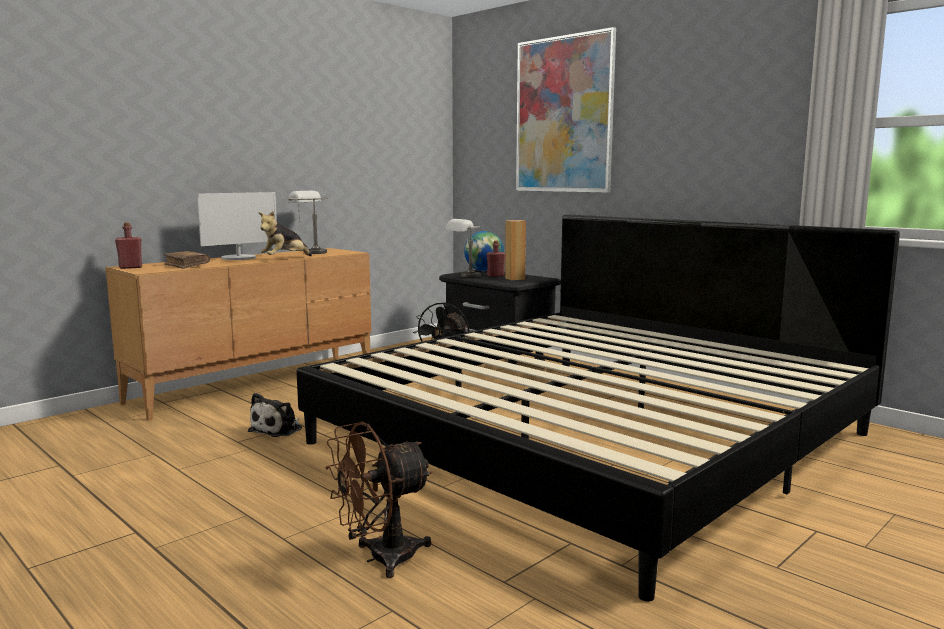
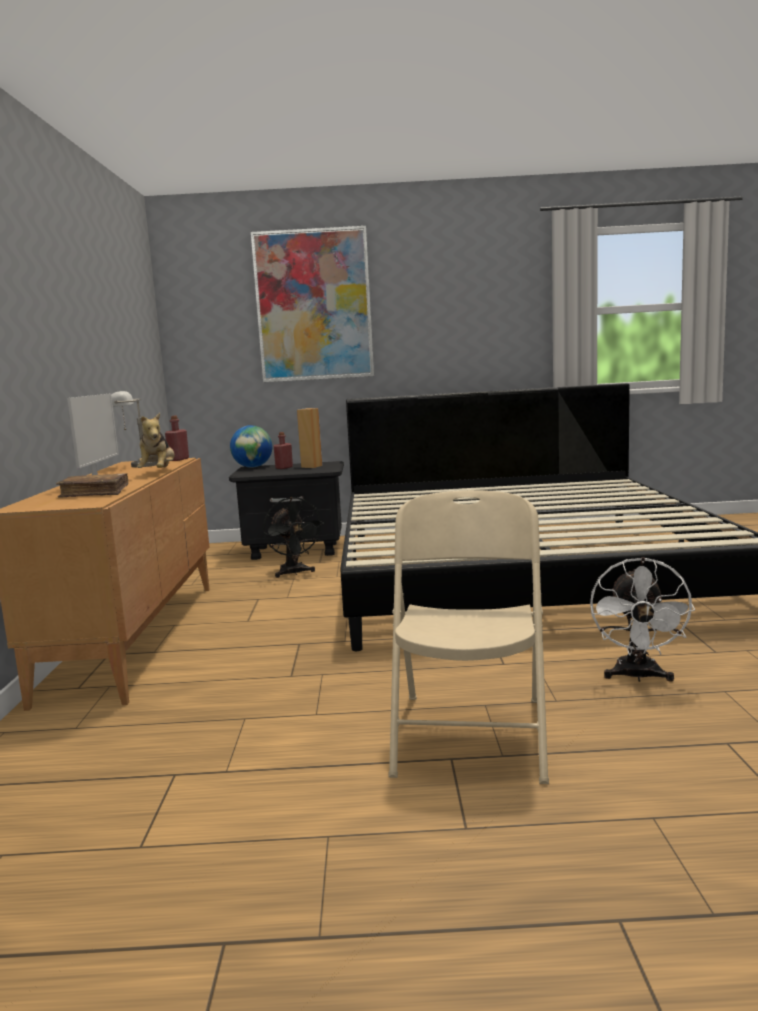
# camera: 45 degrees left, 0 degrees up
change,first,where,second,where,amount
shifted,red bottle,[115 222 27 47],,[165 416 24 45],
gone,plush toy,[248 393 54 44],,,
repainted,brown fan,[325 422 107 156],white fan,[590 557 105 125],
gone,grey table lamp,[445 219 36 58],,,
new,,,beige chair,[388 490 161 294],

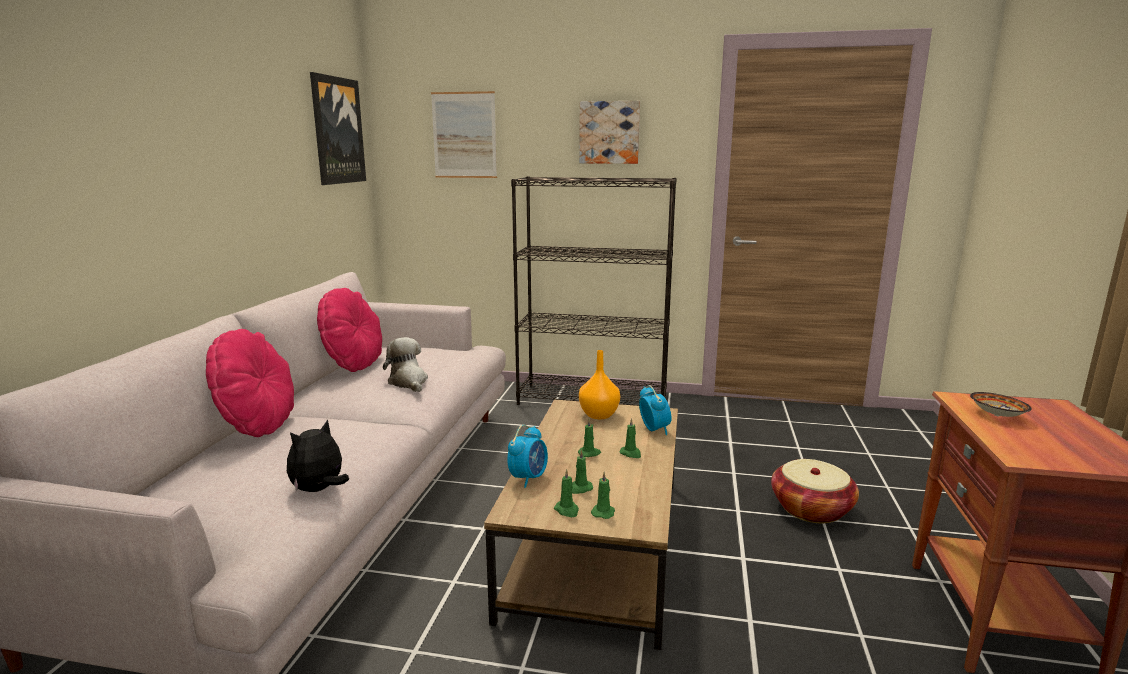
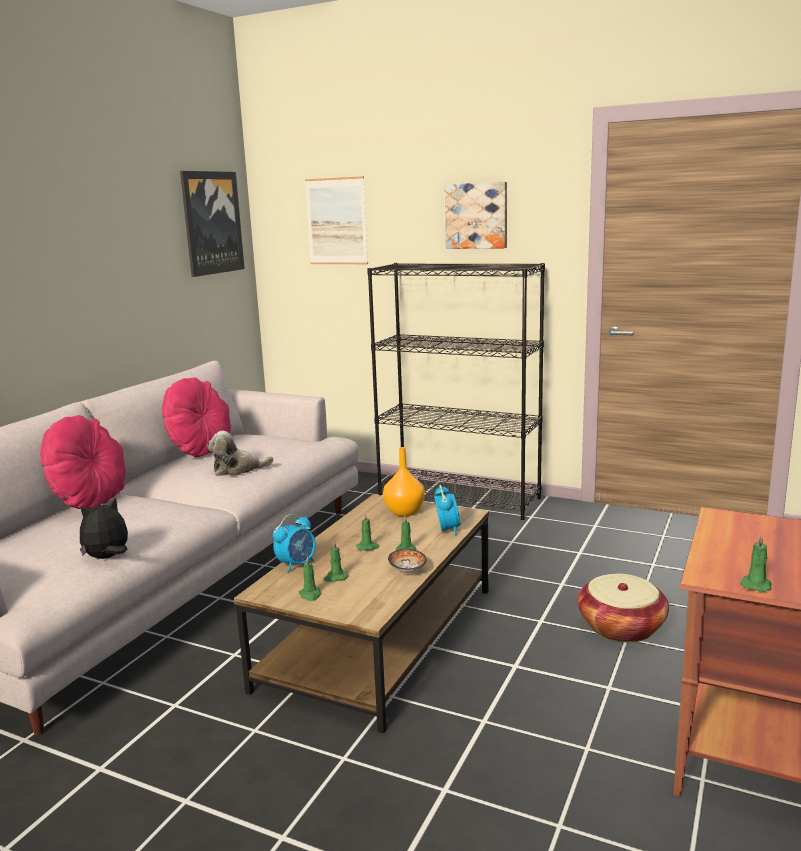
# camera: 15 degrees right, 0 degrees up
change,first,where,second,where,amount
rotated,plush toy,[383 337 45 55],,[207 431 66 45],90 degrees counterclockwise
shifted,green candle,[591 472 24 47],,[740 534 31 58],
shifted,bowl,[970 392 62 25],,[388 549 39 24],

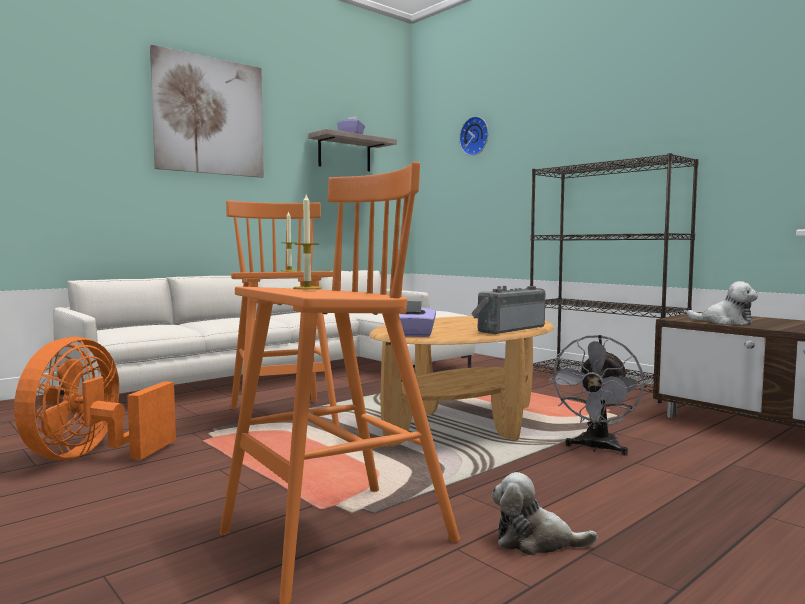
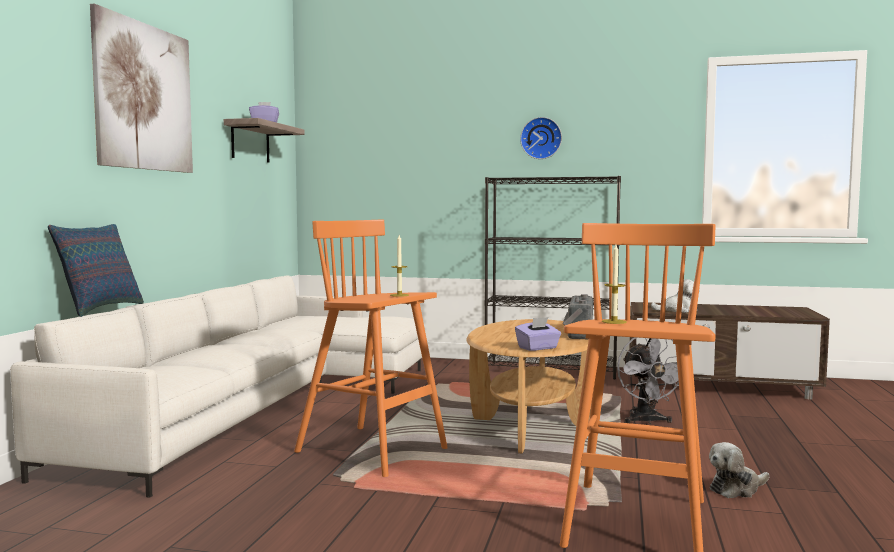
# camera: 35 degrees left, 0 degrees up
change,first,where,second,where,amount
gone,orange fan,[14 337 162 123],,,
shifted,wall clock,[459 116 29 40],,[520 117 42 42],
new,,,blue pillow,[48 224 96 93],

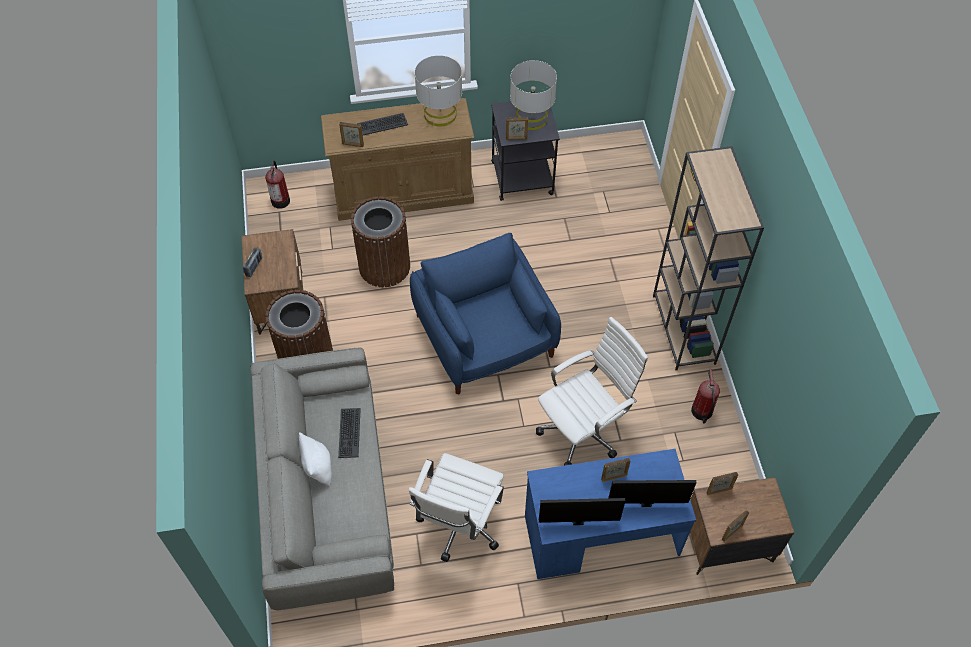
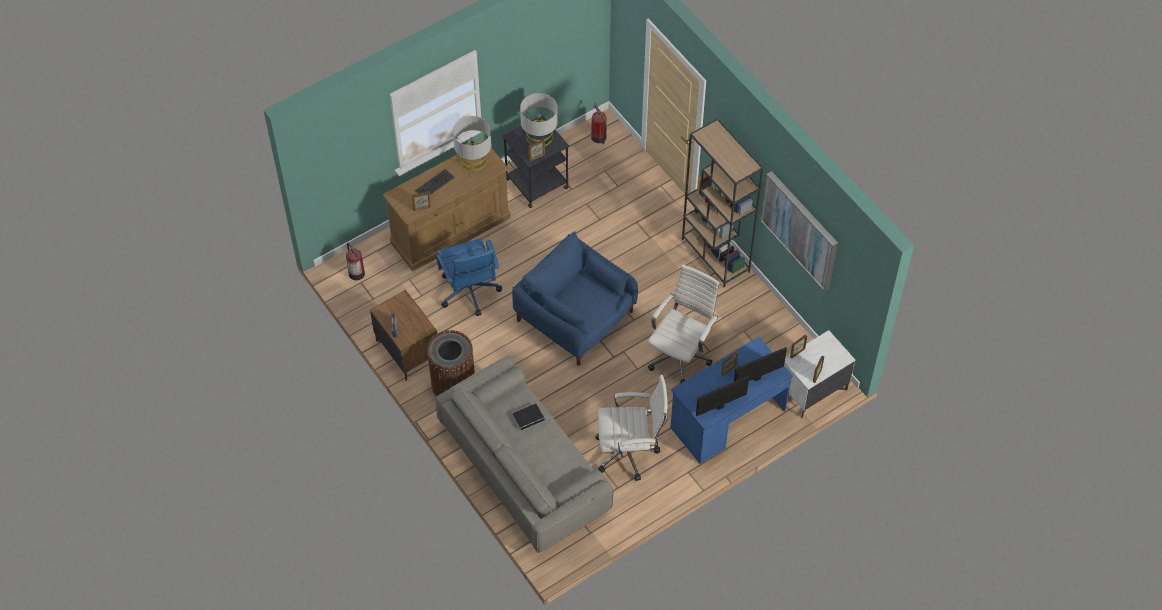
# camera: 25 degrees left, 0 degrees up
change,first,where,second,where,amount
gone,white pillow,[299 432 33 54],,,
swapped,keyboard,[338 408 23 50],book,[512 403 36 27],
swapped,brown trash can,[351 196 59 91],blue office chair,[436 238 66 78],
rotated,white office chair,[409 453 95 109],,[595 375 73 106],90 degrees counterclockwise
repainted,brown nightstand,[690 477 105 98],white nightstand,[784 330 71 88],
shifted,fire extinguisher,[691 369 29 54],,[591 103 16 41],
new,,,picture,[760 171 78 121],

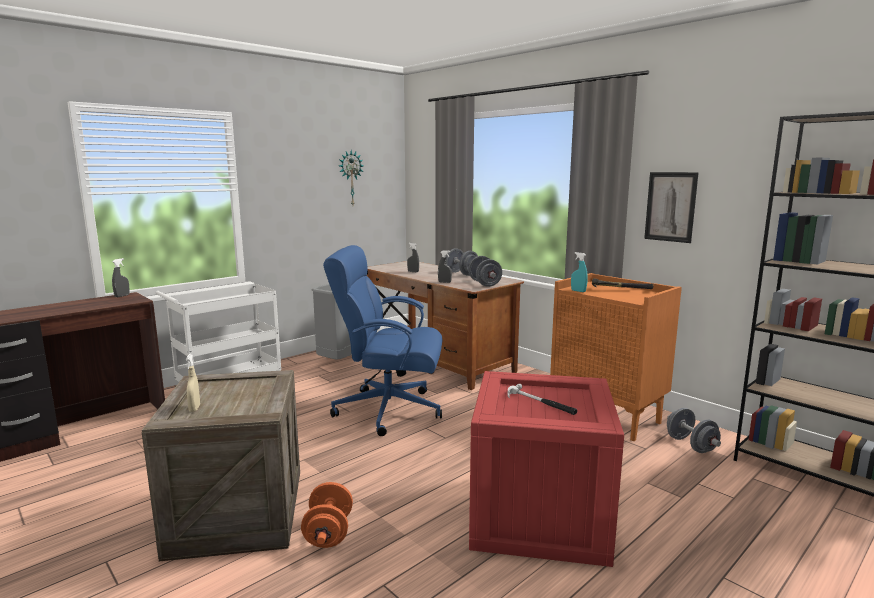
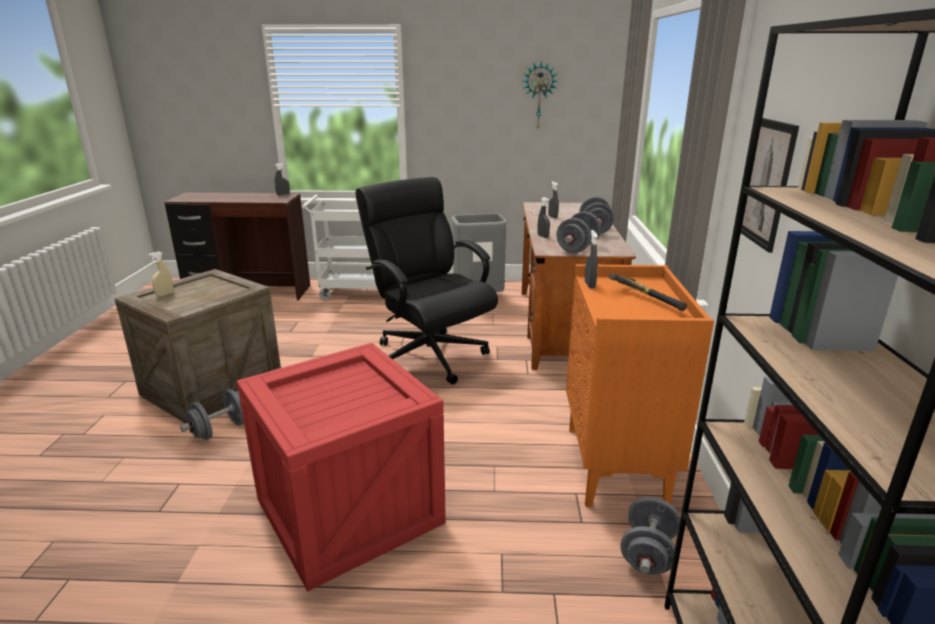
# camera: 45 degrees right, 10 degrees up
change,first,where,second,where,amount
repainted,orange dumbbell,[301 482 52 66],grey dumbbell,[180 389 64 51],
repainted,blue office chair,[323 245 119 191],black office chair,[355 177 143 207],
gone,hammer,[507 384 70 31],,,
repainted,turquoise spray bottle,[571 252 17 40],grey spray bottle,[585 230 13 58],

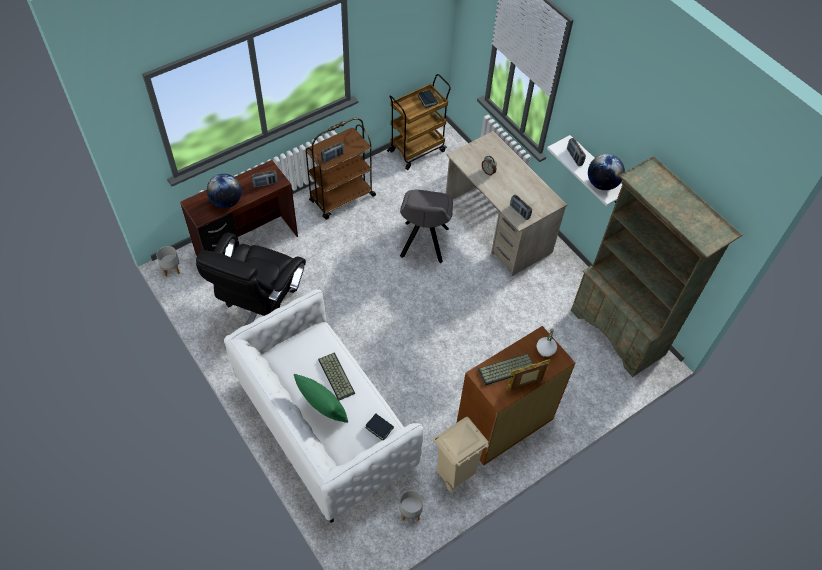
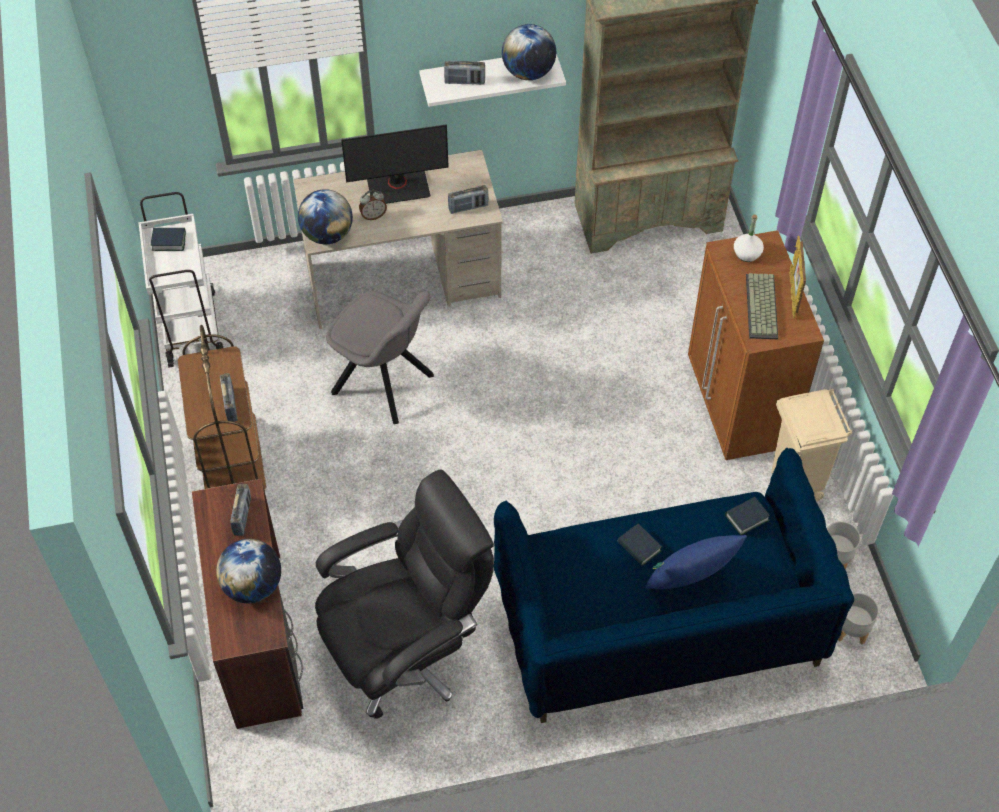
# camera: 65 degrees left, 0 degrees up
change,first,where,second,where,amount
shifted,grey planter,[156 246 24 30],,[838 593 41 52],
rotated,black office chair,[196 233 110 92],,[315 469 179 250],75 degrees counterclockwise
repainted,white sofa,[224 289 199 234],blue sofa,[494 448 360 275],
repainted,green pillow,[294 374 54 49],blue pillow,[645 535 102 54],
swapped,keyboard,[318 352 37 48],book,[618 524 44 42],
repainted,brown cart,[387 74 64 96],white cart,[138 192 85 175],
new,,,globe,[298 189 55 55],
new,,,monitor,[341 124 108 80],

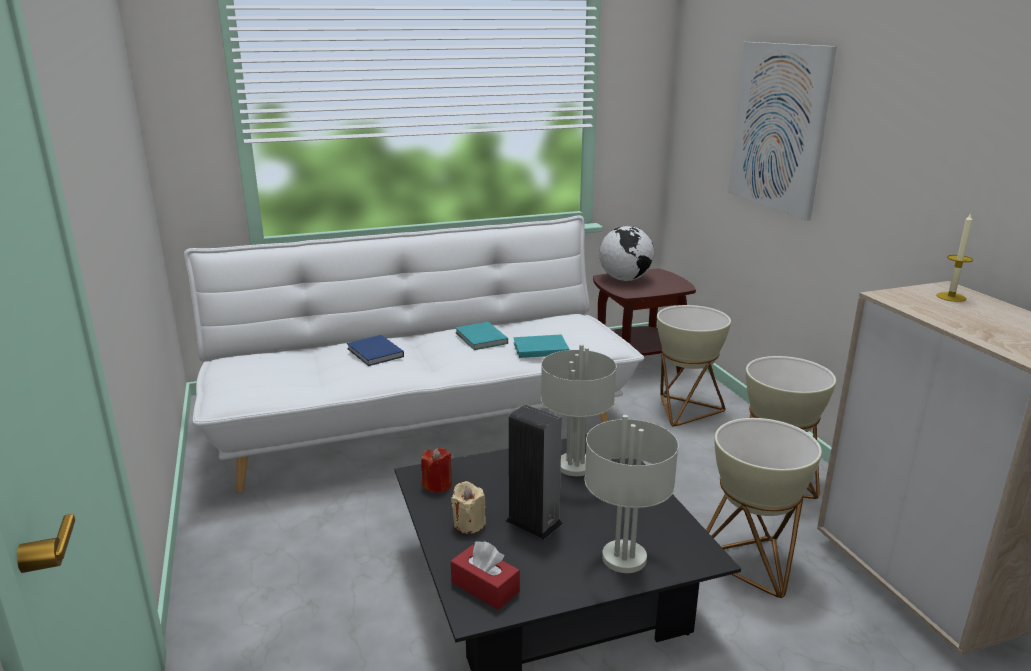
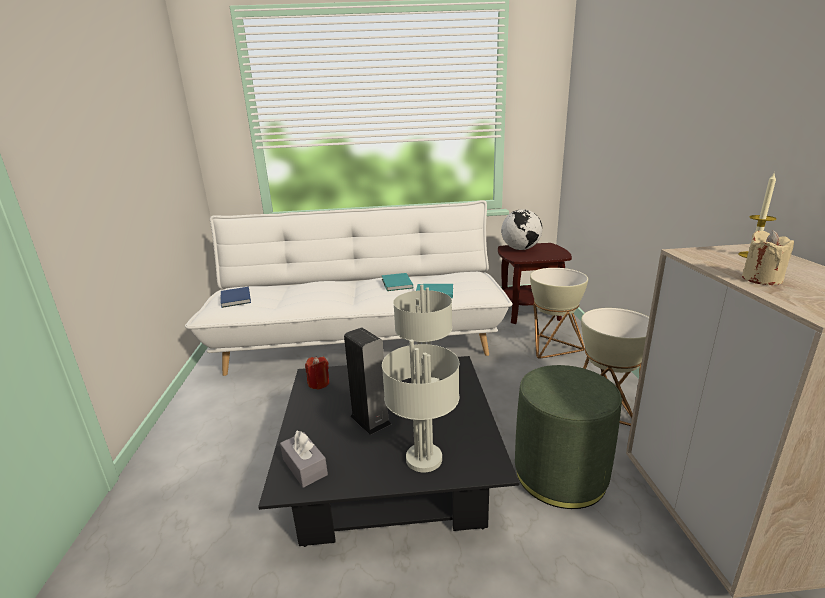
# camera: 15 degrees right, 0 degrees up
change,first,where,second,where,amount
shifted,blue book,[347 335 57 31],,[220 287 31 21],
shifted,beige candle,[451 481 35 53],,[742 230 52 55],
repainted,red tissue box,[451 541 69 69],grey tissue box,[280 430 48 58],
swapped,planter,[706 418 116 180],green ottoman,[515 365 107 144],
gone,picture,[728 42 109 179],,,

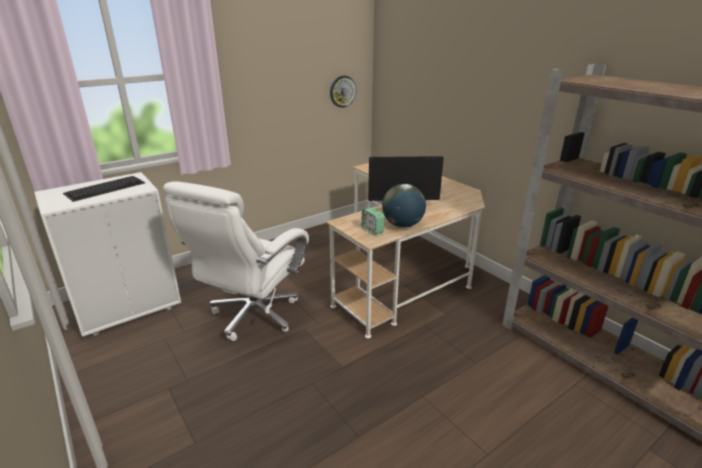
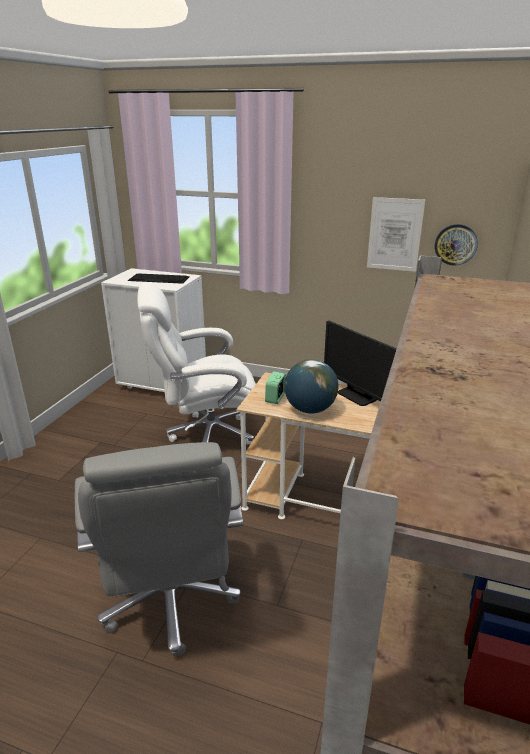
# camera: 55 degrees right, 0 degrees up
change,first,where,second,where,amount
new,,,grey office chair,[75 442 168 214],
new,,,picture,[367 197 58 75],

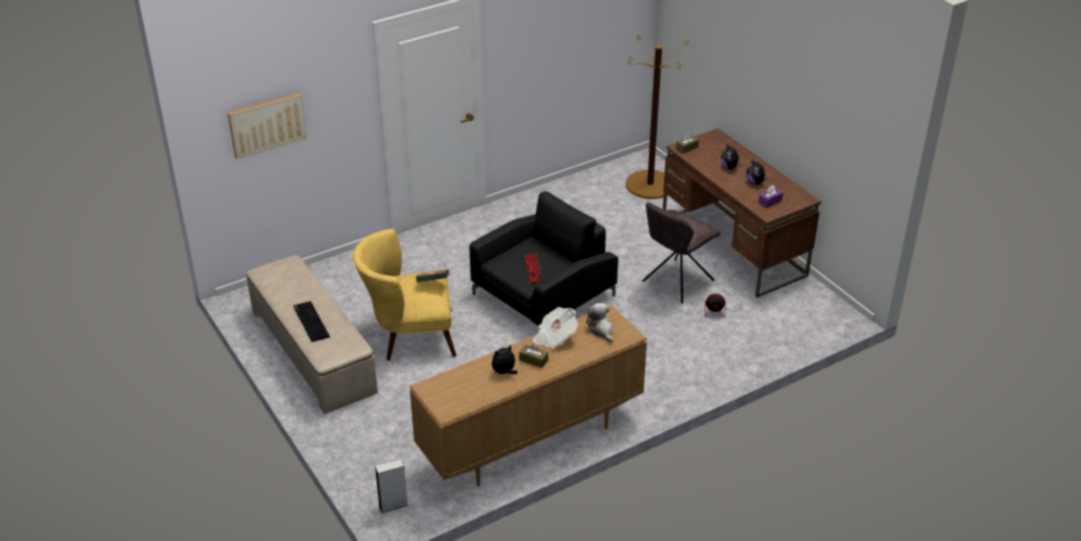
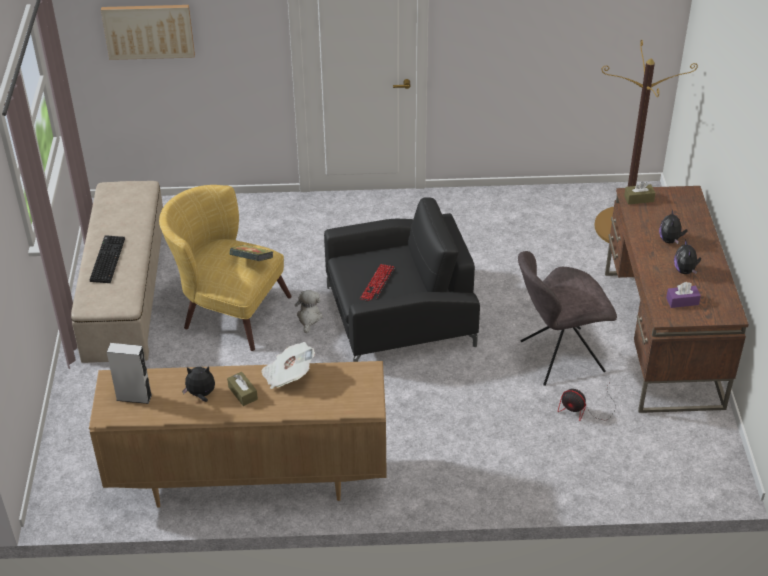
# camera: 30 degrees right, 5 degrees up
change,first,where,second,where,amount
shifted,grey speaker,[375 459 33 54],,[107 343 45 61],
shifted,plush toy,[586 303 27 39],,[295 290 28 43],

